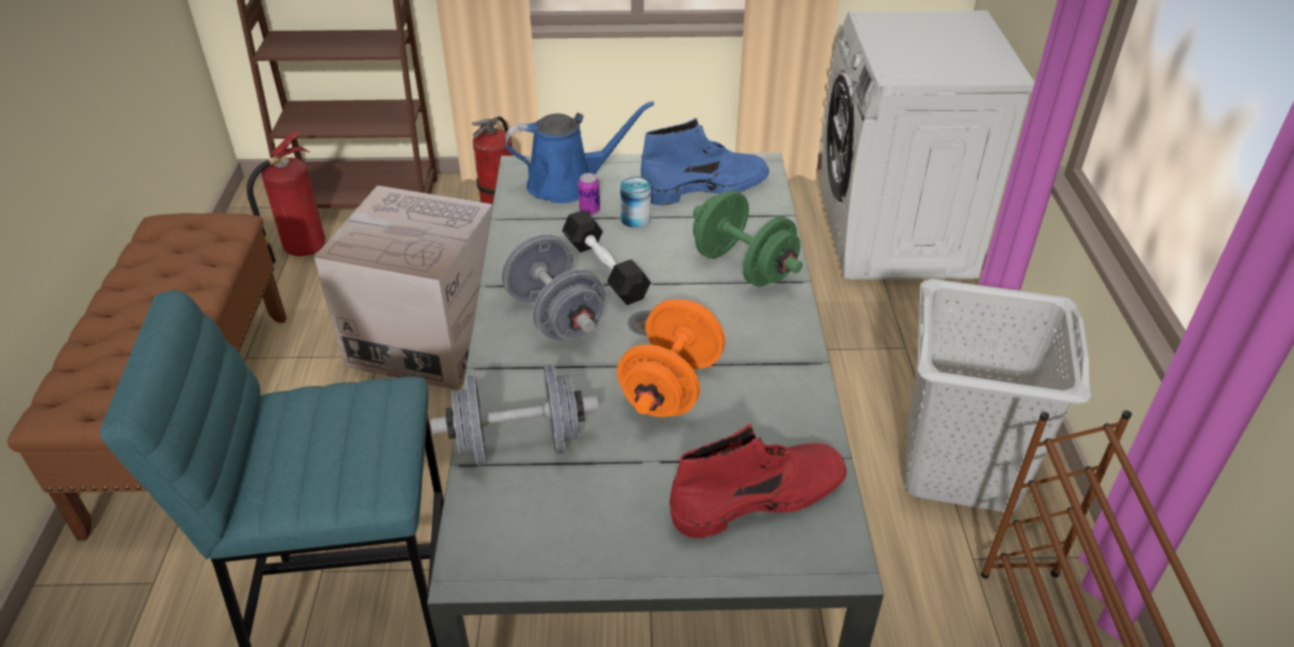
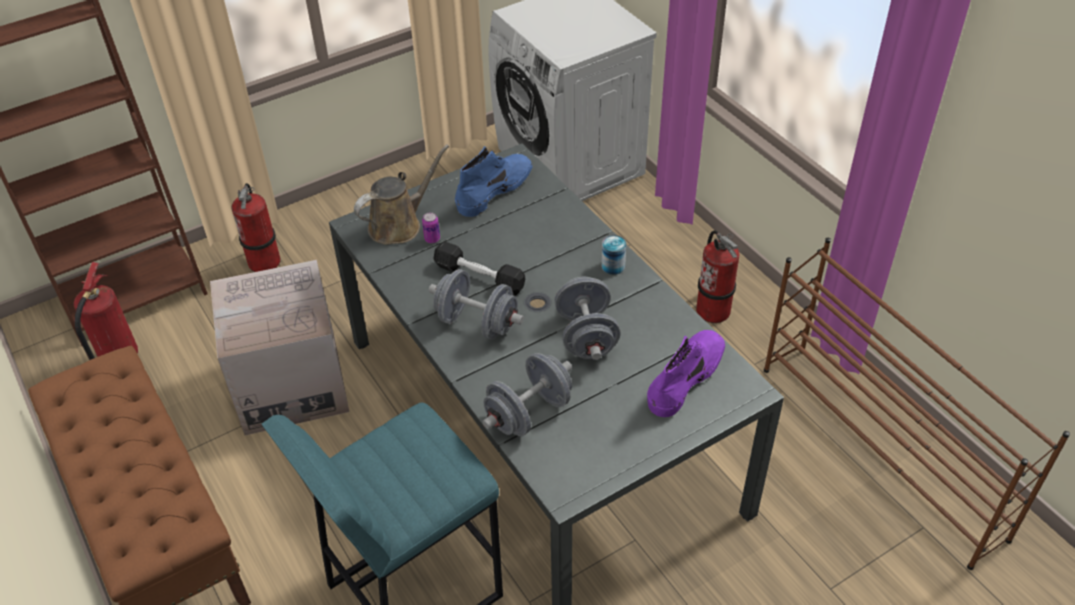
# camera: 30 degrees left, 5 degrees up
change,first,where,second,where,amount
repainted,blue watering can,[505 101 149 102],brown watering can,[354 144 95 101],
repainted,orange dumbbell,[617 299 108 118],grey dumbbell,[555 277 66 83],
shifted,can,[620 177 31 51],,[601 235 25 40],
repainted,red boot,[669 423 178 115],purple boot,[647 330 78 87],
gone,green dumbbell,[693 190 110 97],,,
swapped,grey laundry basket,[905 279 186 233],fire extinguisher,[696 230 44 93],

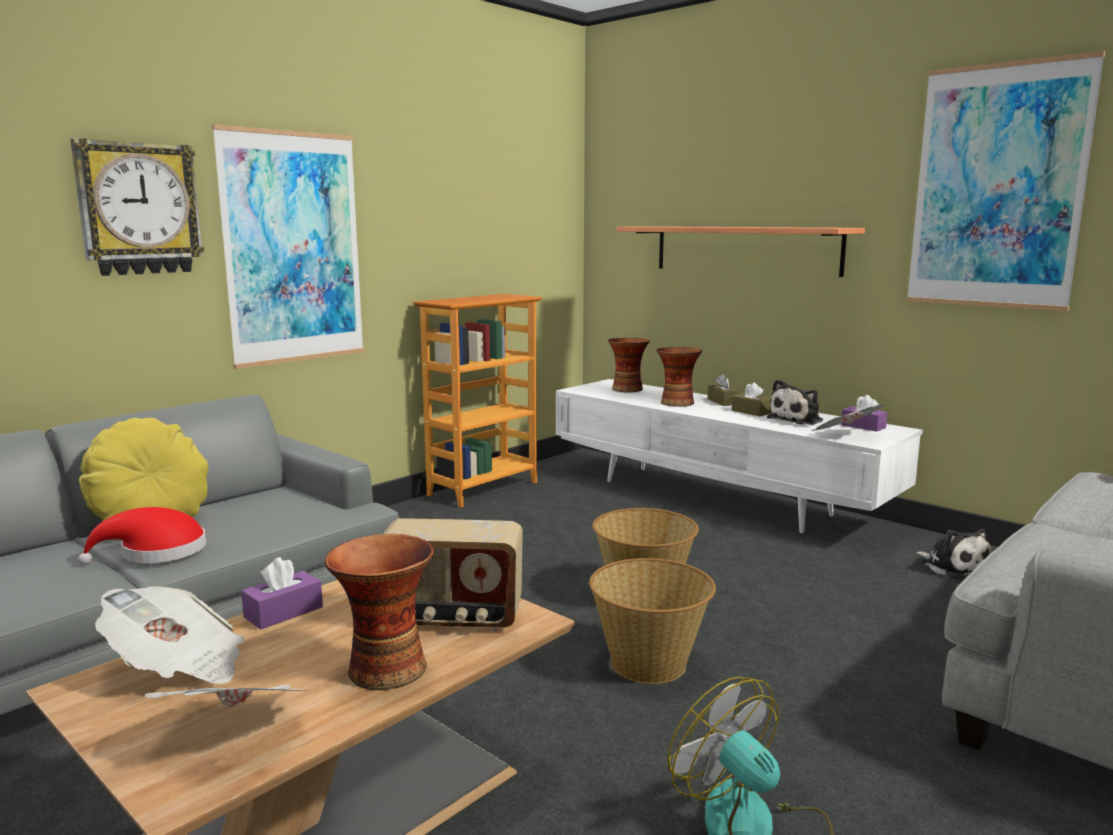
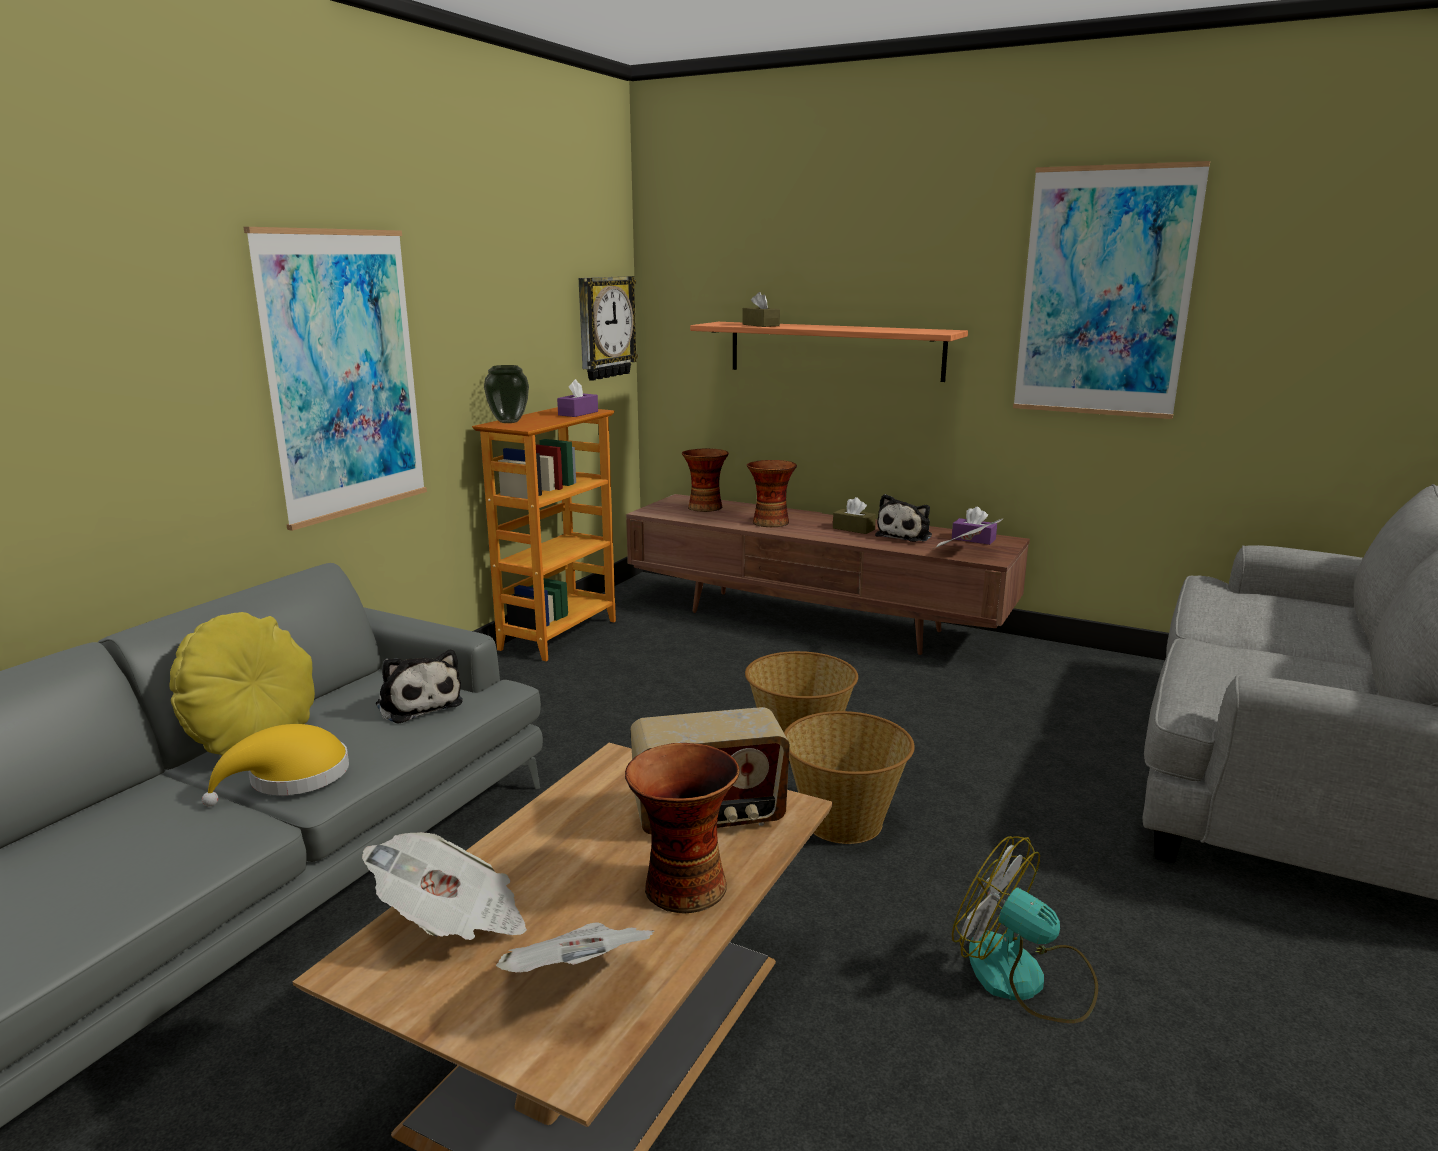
# camera: 15 degrees left, 5 degrees up
change,first,where,second,where,amount
shifted,wall clock,[70 138 134 138],,[579 276 59 105],
repainted,red hat,[78 507 128 58],yellow hat,[202 724 147 83],
shifted,purple tissue box,[241 557 82 72],,[557 379 41 38],
repainted,white tv stand,[556 379 367 155],brown tv stand,[626 494 404 161],
shifted,brown tissue box,[708 374 32 32],,[742 292 38 35],
shifted,plush toy,[916 528 74 51],,[376 650 87 74],
new,,,vase,[484 365 45 58],

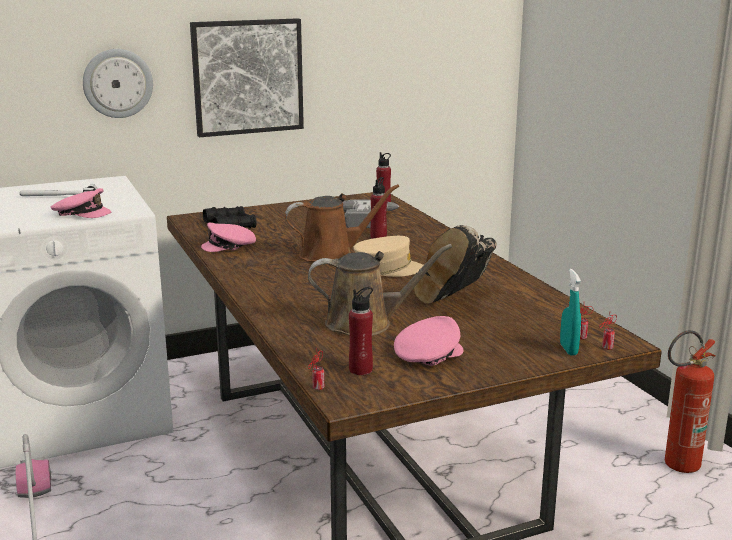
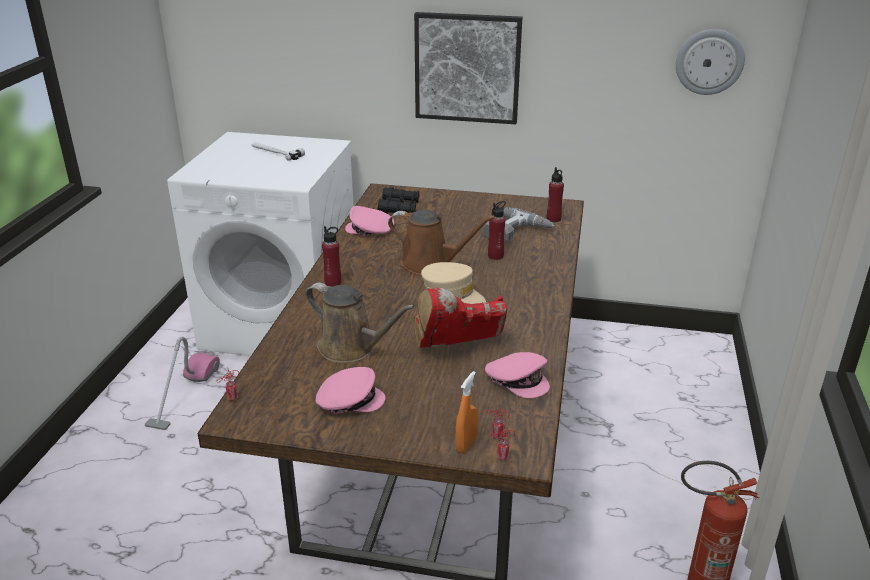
# camera: 35 degrees right, 10 degrees up
change,first,where,second,where,amount
shifted,pink cap,[51 188 60 30],,[485 352 65 46],
shifted,wall clock,[83 49 70 69],,[676 29 69 66],
shifted,red bottle,[349 287 24 88],,[322 226 20 61],
repainted,black boot,[413 225 84 78],red boot,[414 288 93 60],
repainted,turquoise spray bottle,[560 269 21 86],orange spray bottle,[456 371 22 82],

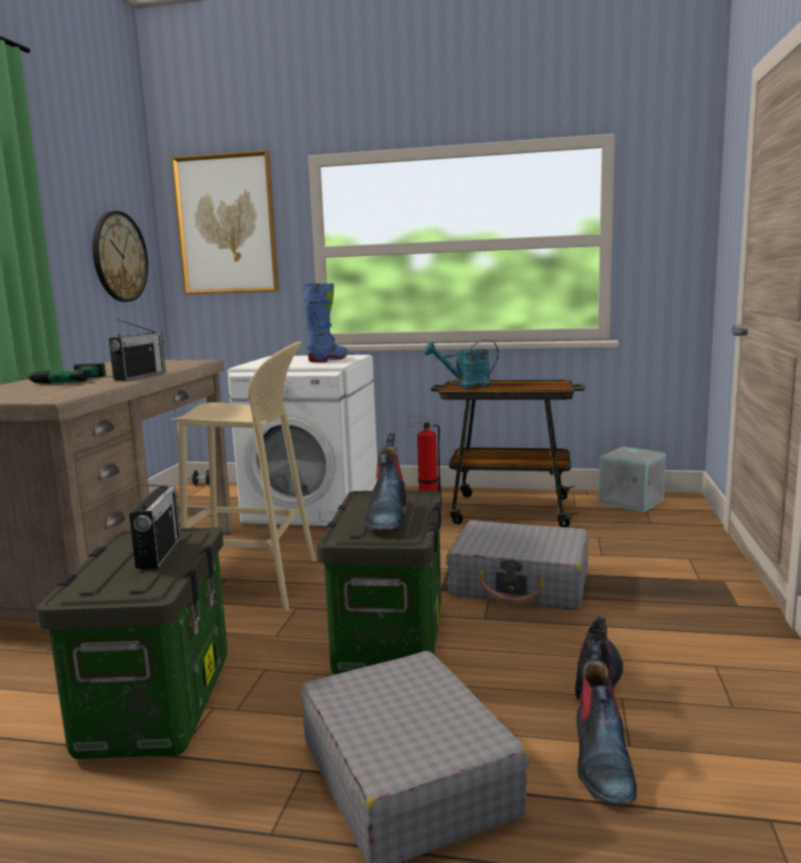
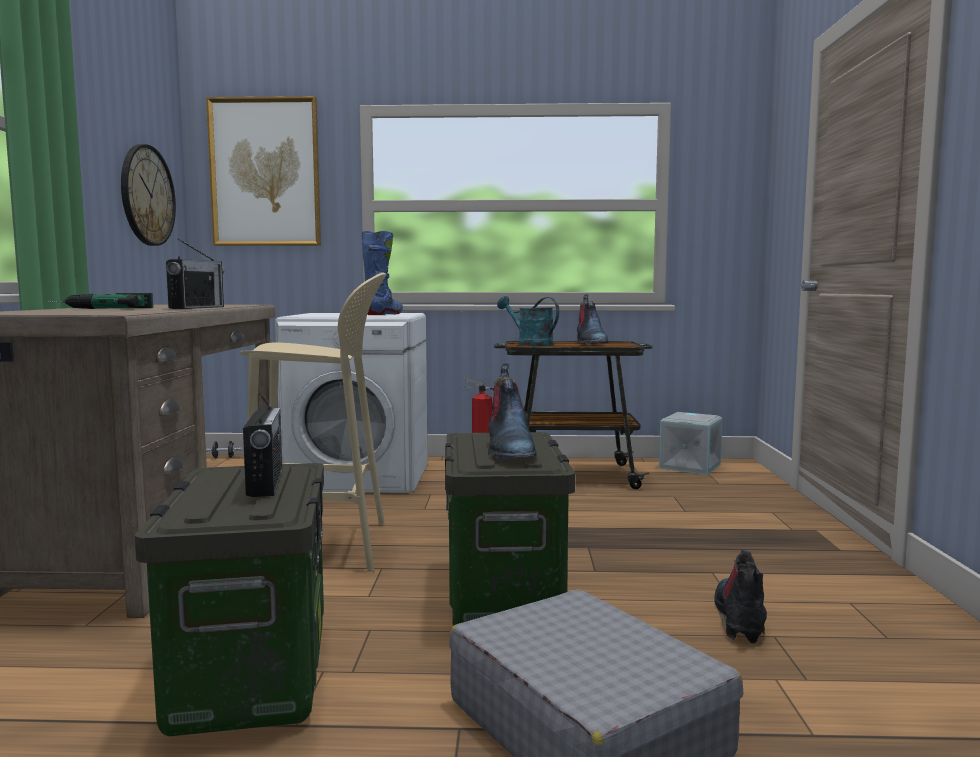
# camera: 10 degrees left, 5 degrees down
change,first,where,second,where,amount
rotated,turquoise watering can,[424 340 75 48],,[497 296 63 50],60 degrees clockwise
gone,grey suitcase,[447 520 142 90],,,
shifted,boot,[576 642 61 163],,[577 294 31 50],

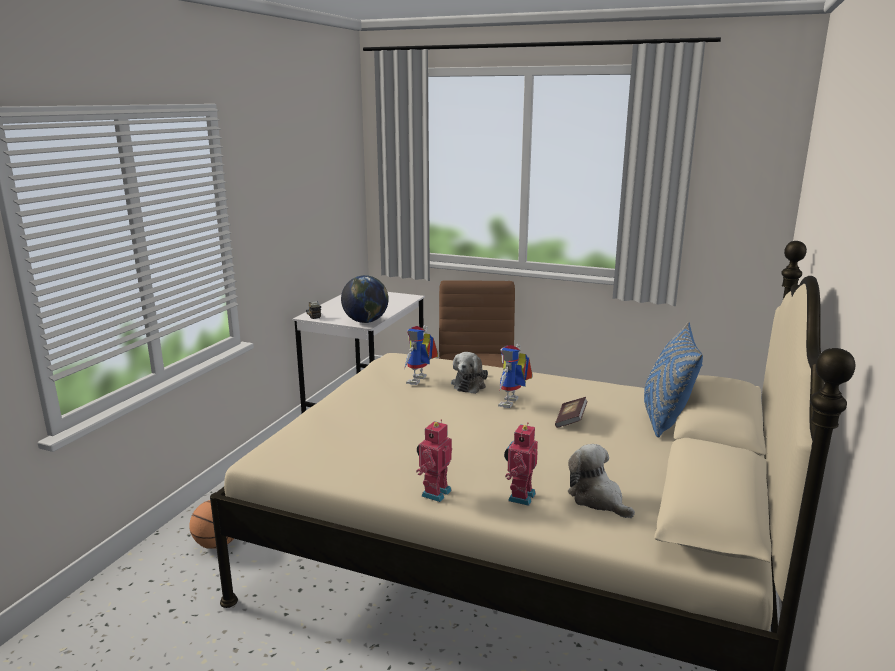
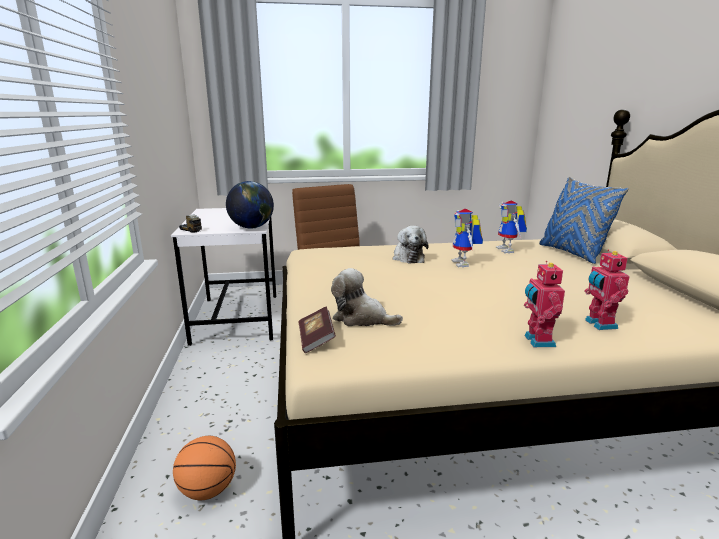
# camera: 30 degrees left, 0 degrees up
change,first,where,second,where,amount
shifted,toy robot,[404 325 34 60],,[496 200 31 53],
shifted,book,[555 397 33 31],,[298 306 38 47],
shifted,plush toy,[568 444 67 74],,[331 268 72 58],

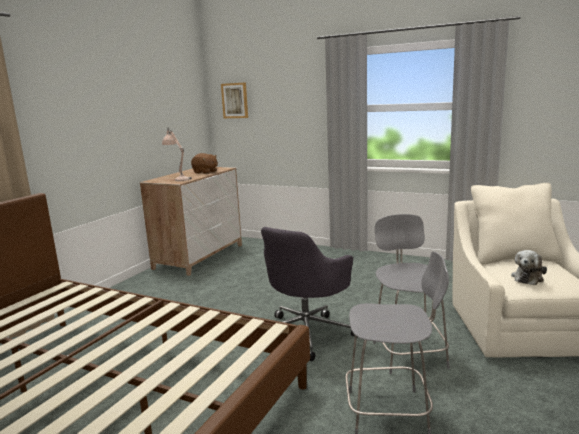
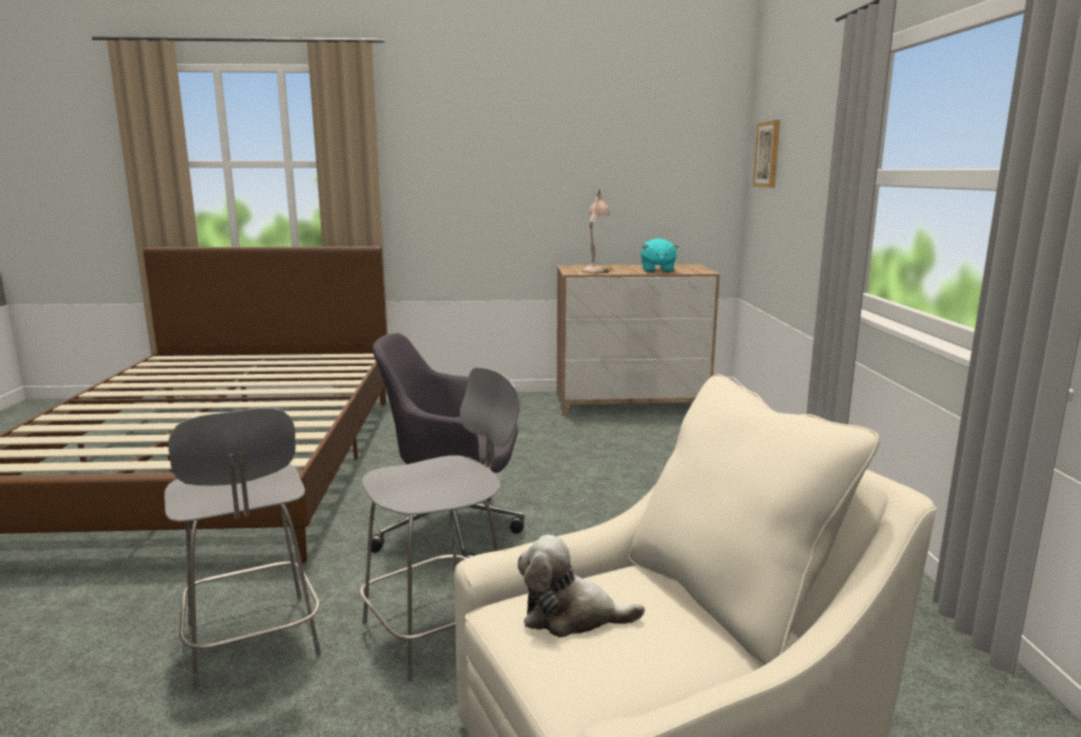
# camera: 60 degrees right, 0 degrees up
change,first,where,second,where,amount
repainted,brown plush toy,[191 153 27 21],turquoise plush toy,[641 238 38 35],

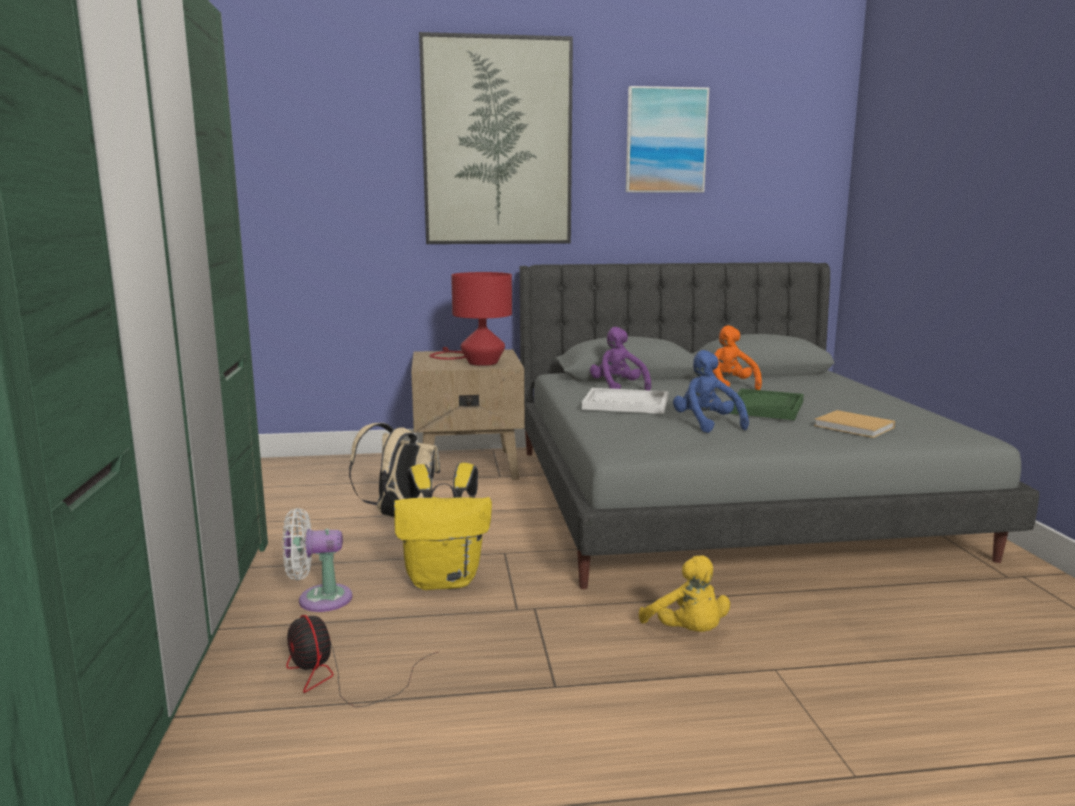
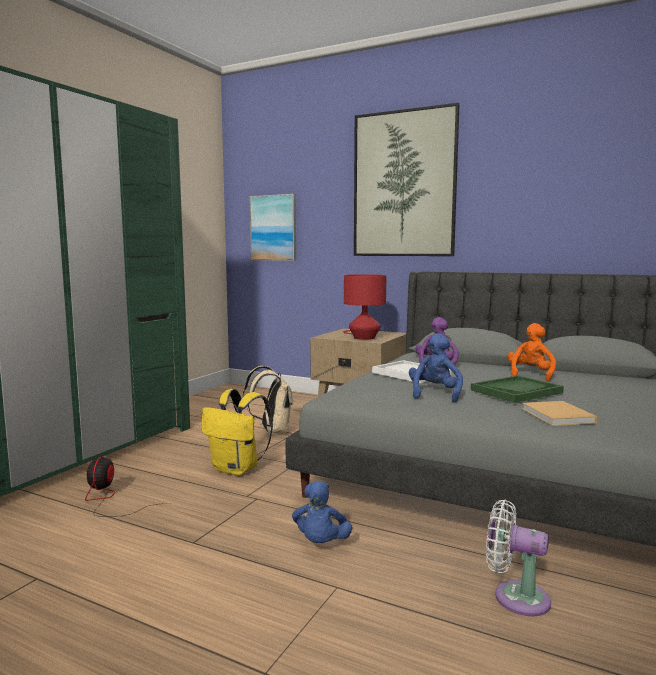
# camera: 35 degrees right, 5 degrees down
change,first,where,second,where,amount
shifted,white fan,[283 508 69 104],,[486 500 65 116],
shifted,picture,[626 86 83 107],,[249 194 47 67],
repainted,yellow plush toy,[639 555 91 77],blue plush toy,[292 481 60 62],

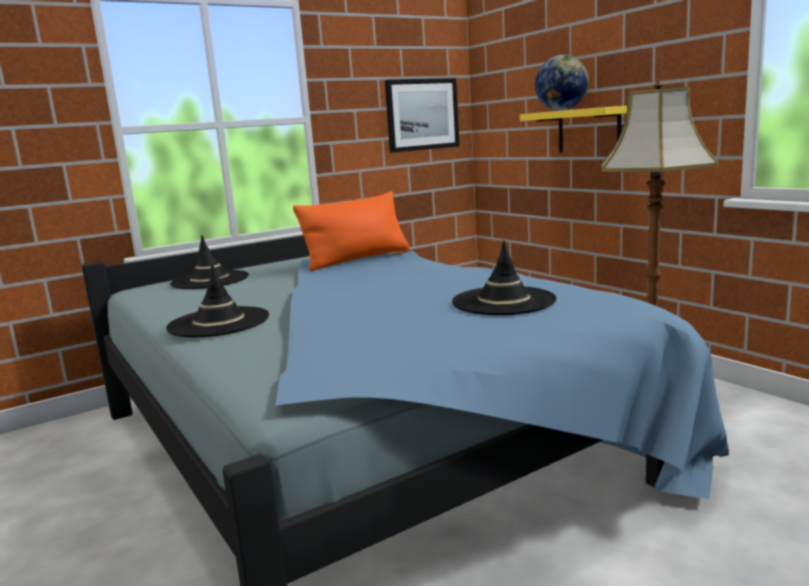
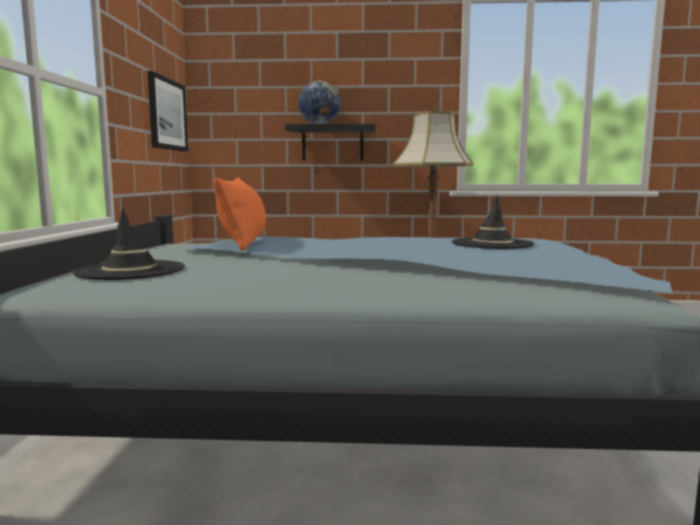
# camera: 55 degrees left, 5 degrees down
change,first,where,second,where,amount
gone,black hat,[166 264 103 73],,,
repainted,yellow shelf,[520 106 107 46],black shelf,[285 124 91 36],

